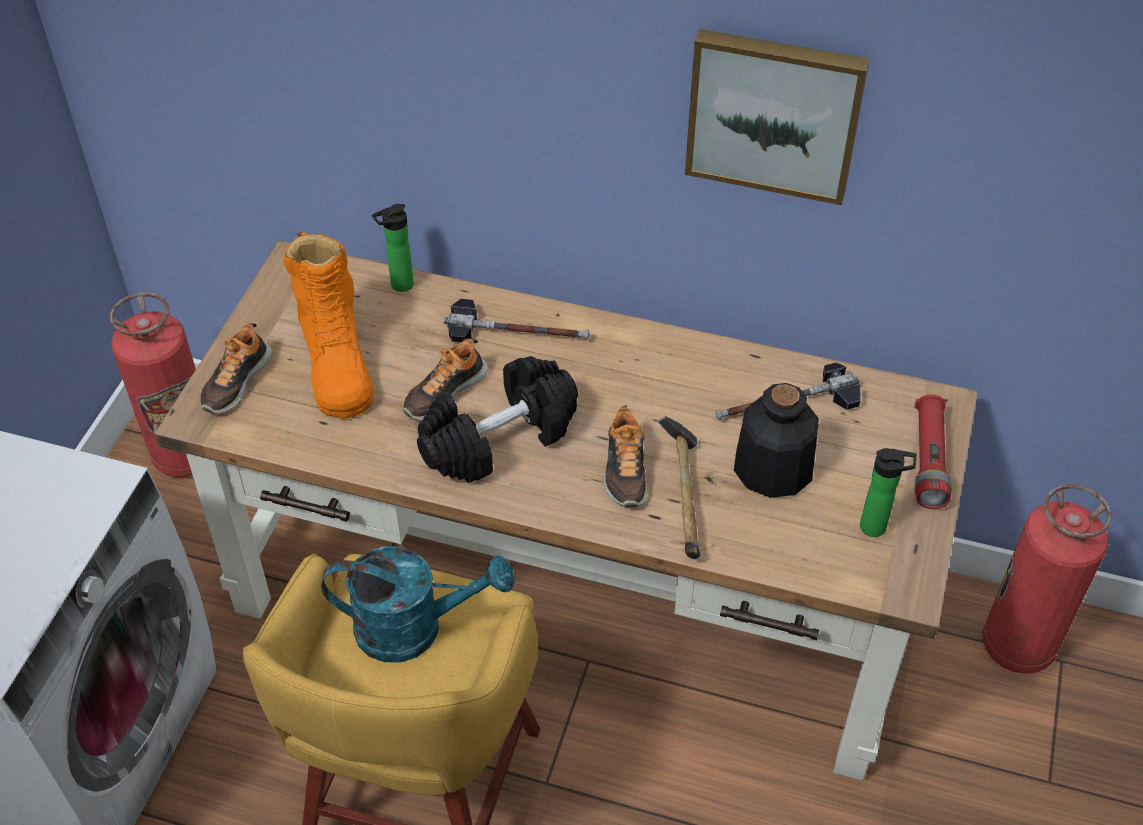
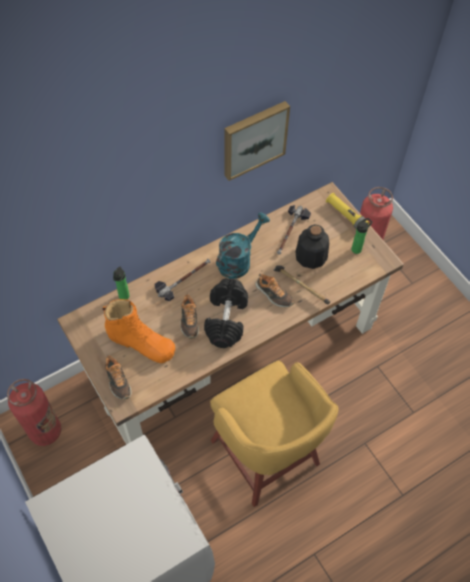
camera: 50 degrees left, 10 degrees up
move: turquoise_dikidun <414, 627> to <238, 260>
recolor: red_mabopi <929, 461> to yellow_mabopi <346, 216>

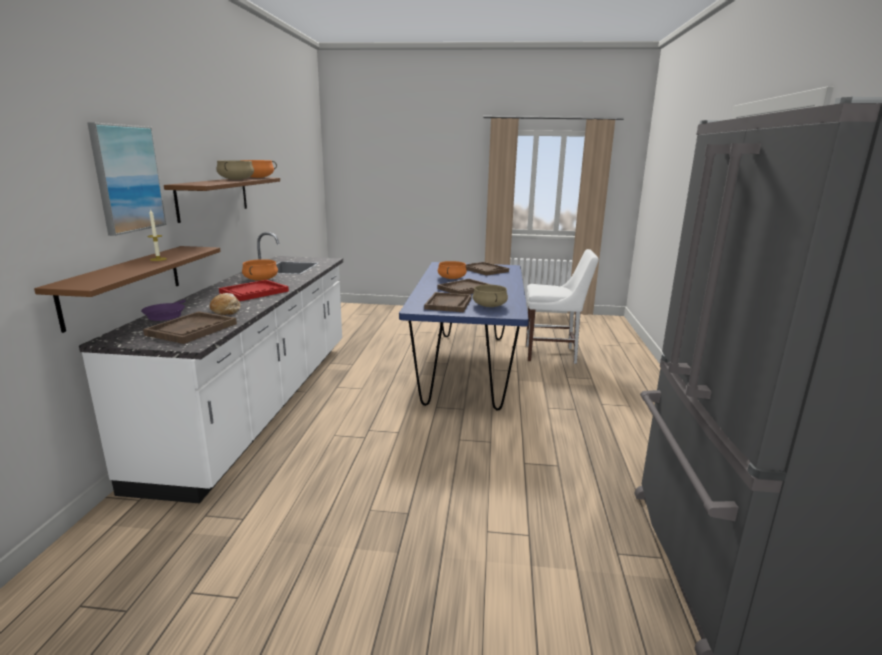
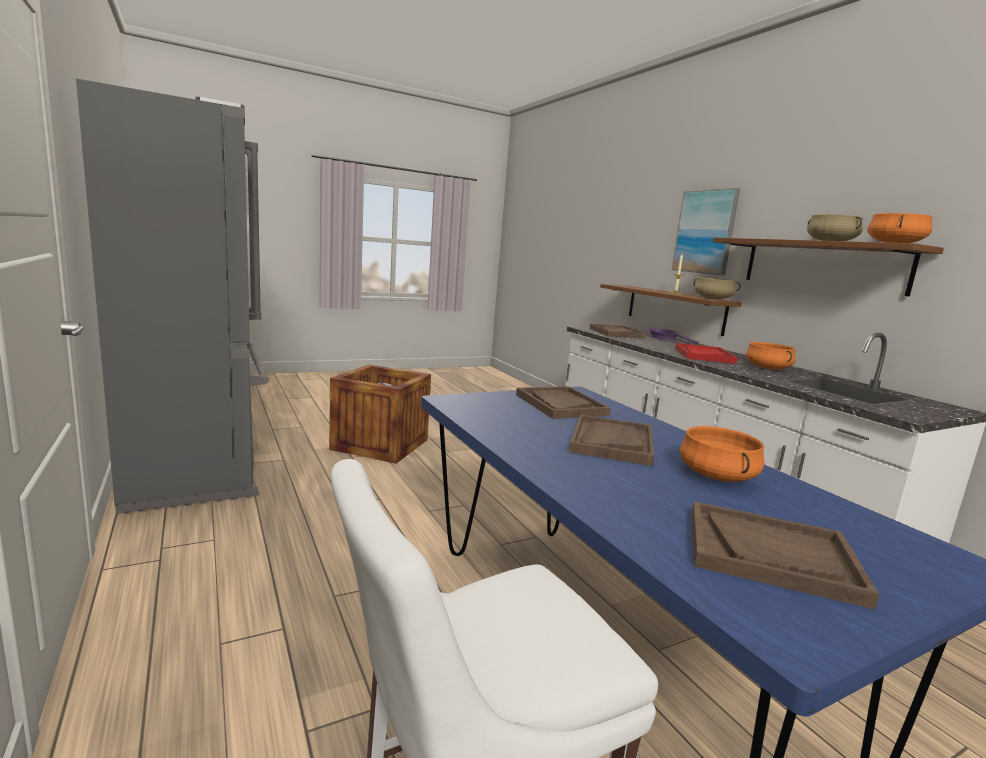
camera: 145 degrees right, 5 degrees down
delete: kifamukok <226, 310>
insert: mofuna <380, 444>
move: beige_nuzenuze <489, 305> to <713, 299>

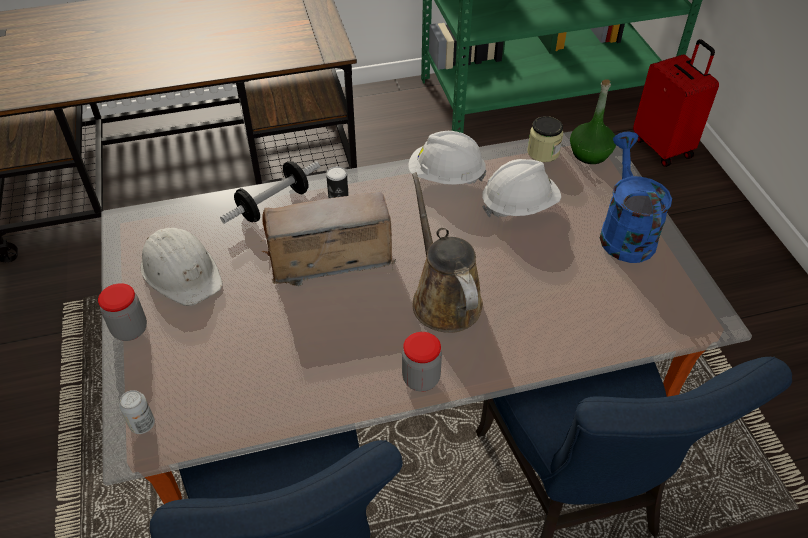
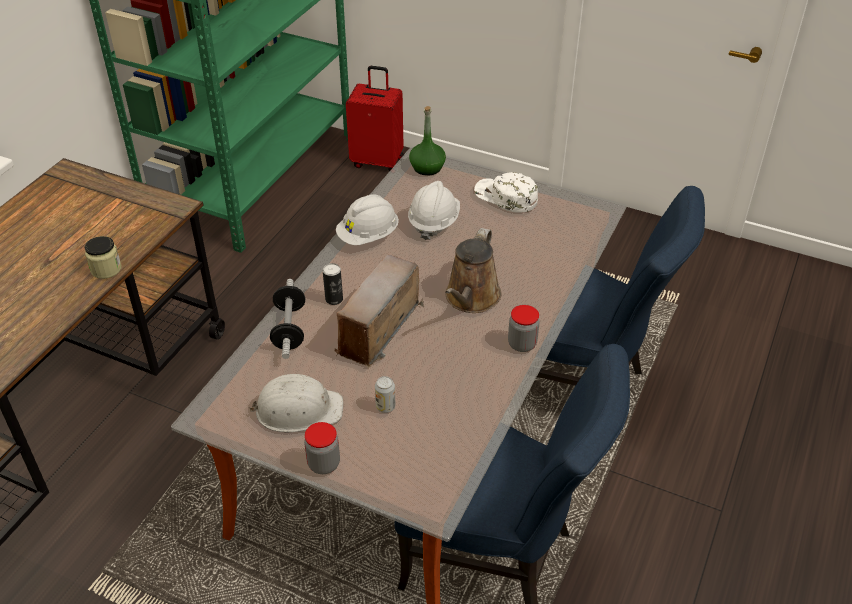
camera: 50 degrees left, 5 degrees down
move: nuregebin <543, 152> to <106, 269>; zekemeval <142, 424> to <385, 406>
replace: blue_dikidun <624, 231> to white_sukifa <505, 197>
rotate: brown_dikidun <443, 298> = <471, 298> 90 degrees counterclockwise

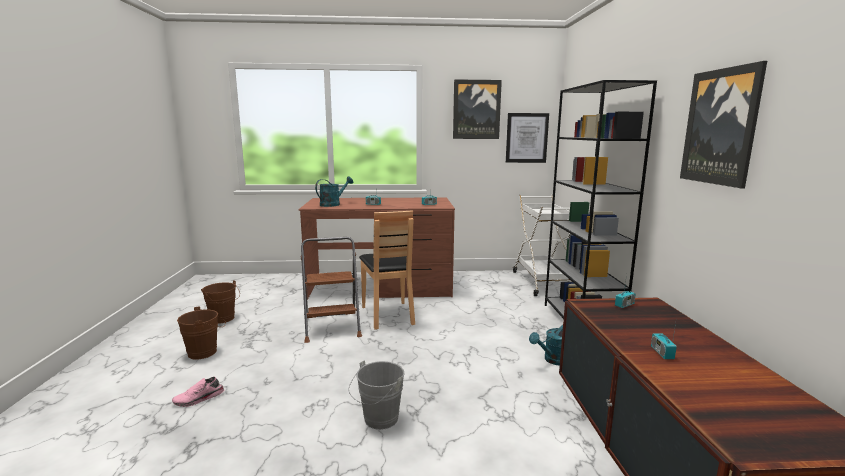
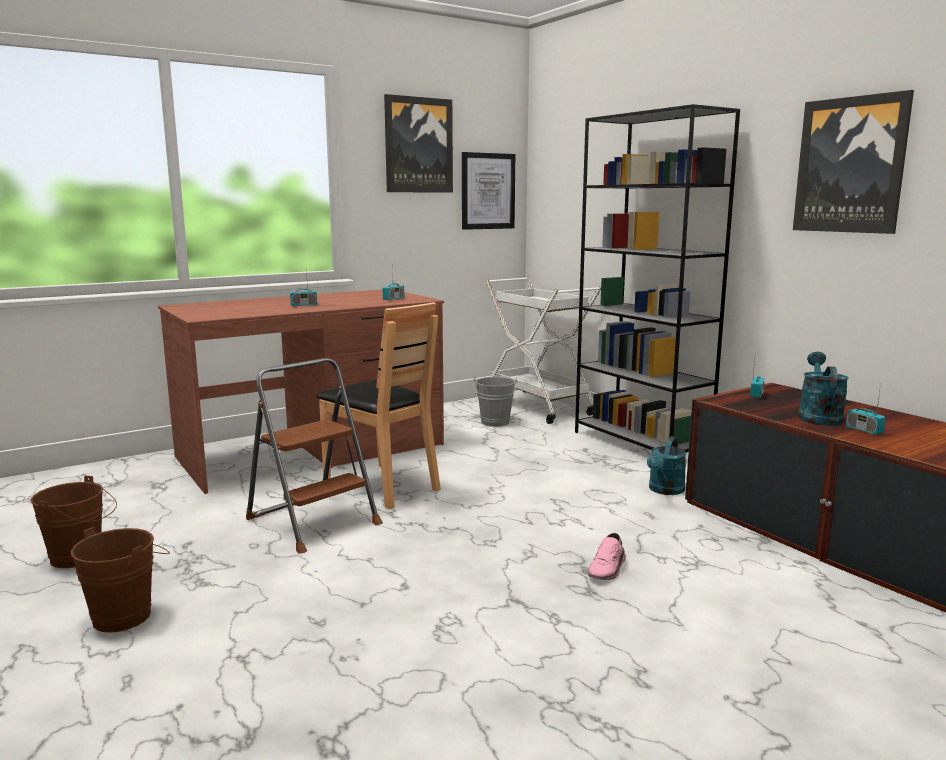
camera: 30 degrees left, 0 degrees up
move: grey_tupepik <378, 420> to <494, 423>; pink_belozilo <199, 399> to <608, 569>; turquoise_dikidun <333, 204> to <818, 416>

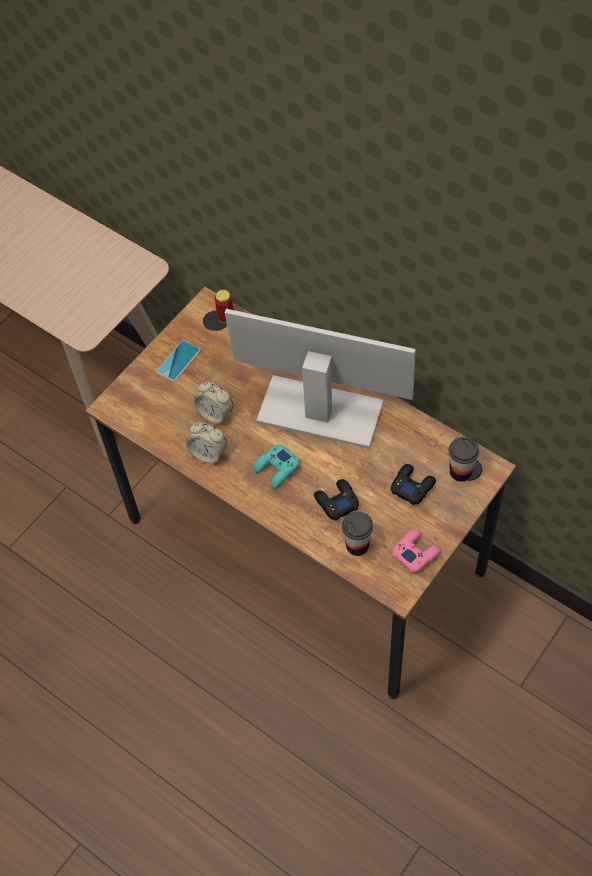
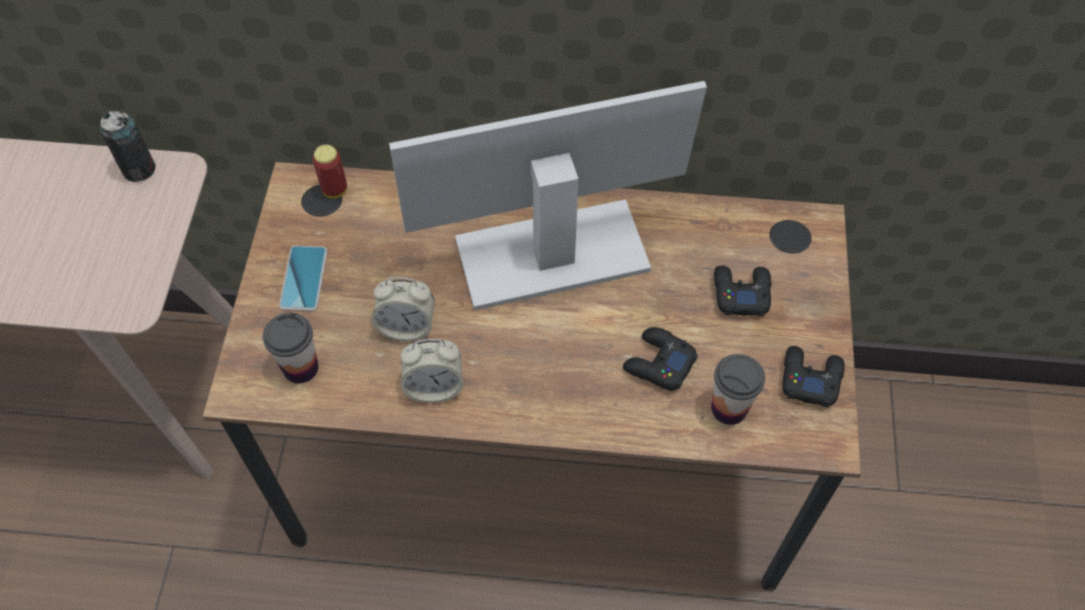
camera: 35 degrees left, 0 degrees up
delete: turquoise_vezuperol <277, 469>
insert: zekemeval <139, 169>
move: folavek <460, 471> to <300, 367>
recolor: pink_vezuperol <415, 553> to black_vezuperol <809, 378>

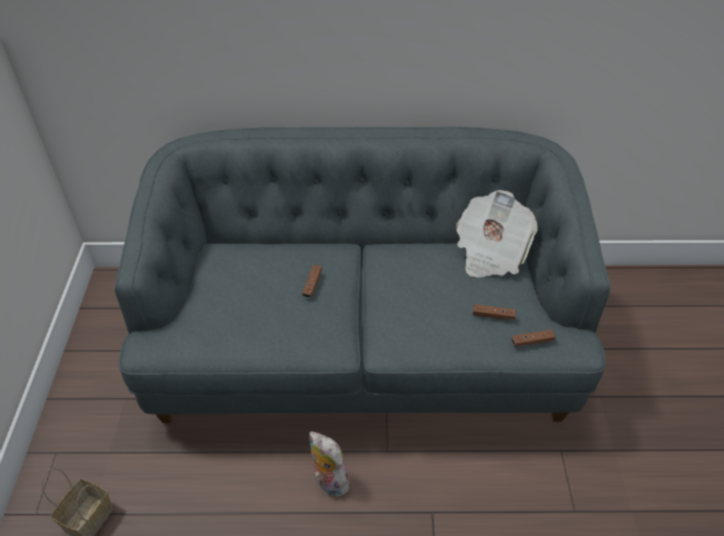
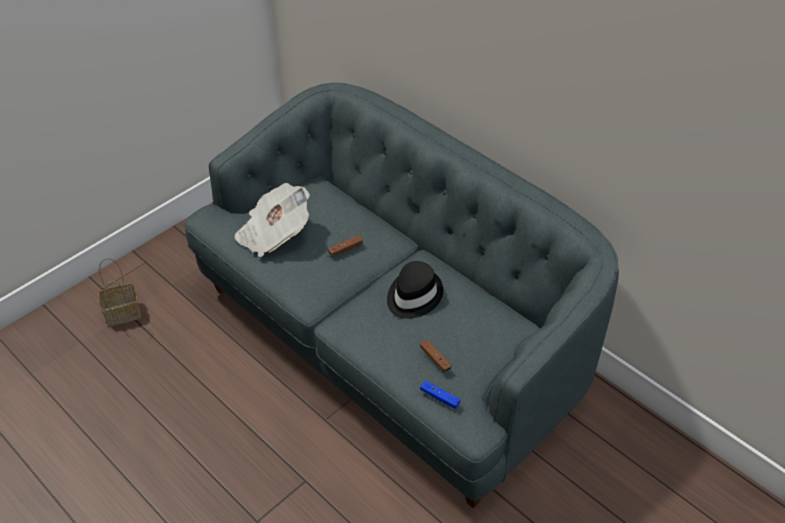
camera: 45 degrees right, 0 degrees up
delete: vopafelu <328, 481>
insert: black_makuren <413, 296>
move: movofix <490, 251> to <274, 234>
recolor: brown_vezuperol <532, 341> to blue_vezuperol <439, 398>

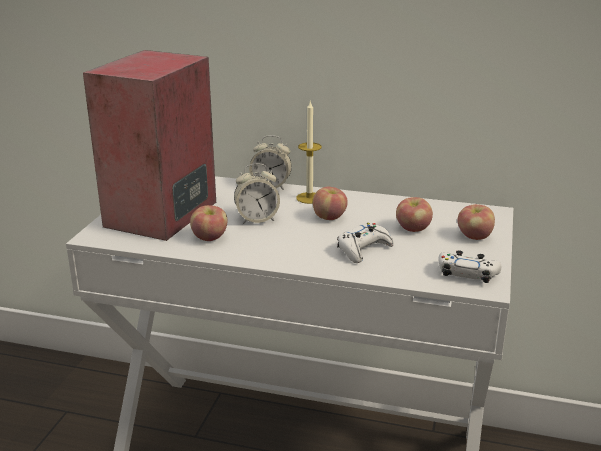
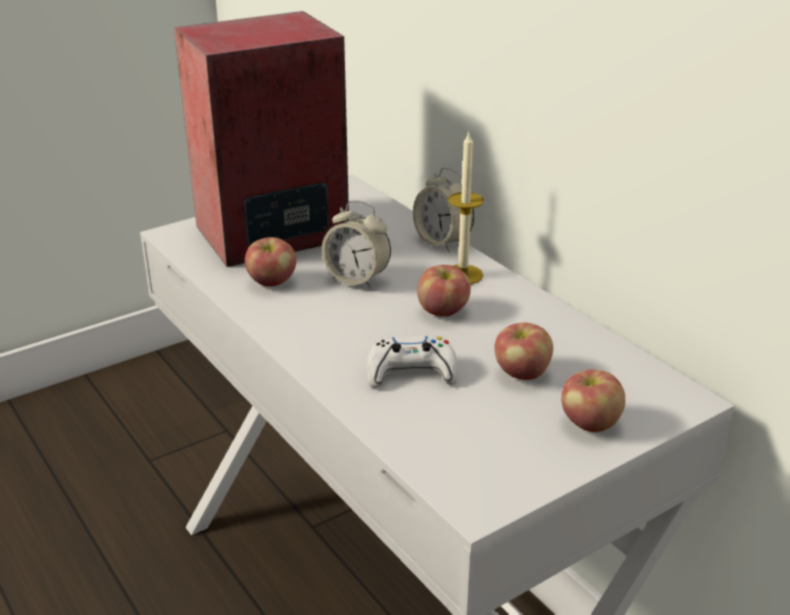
camera: 40 degrees right, 5 degrees up
delete: white_vezuperol <467, 274>

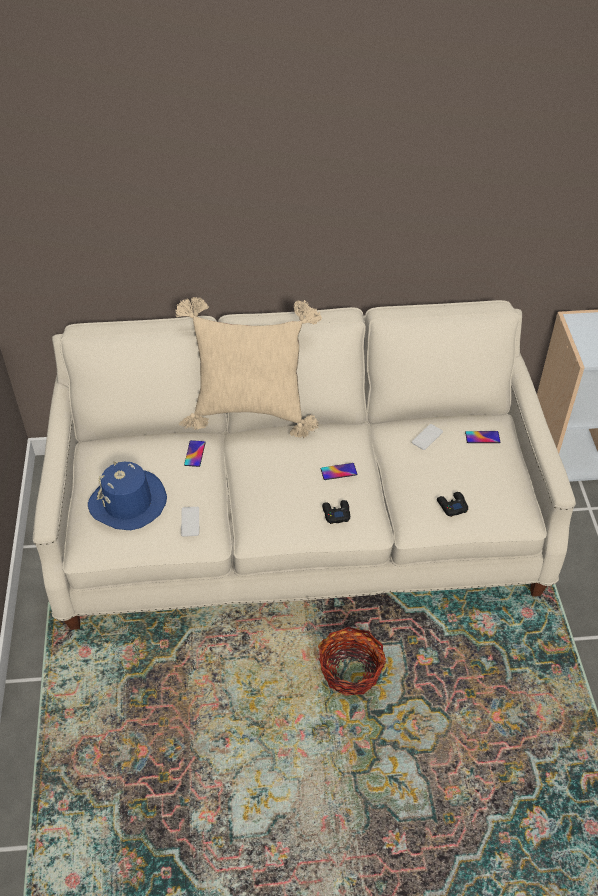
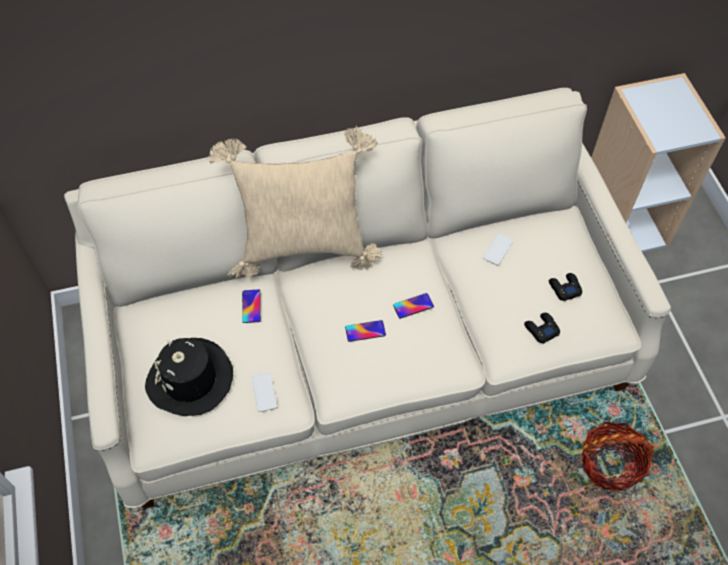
camera: 10 degrees left, 10 degrees up
move: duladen <482, 437> to <365, 331>; black_vezuperol <336, 513> to <564, 288>; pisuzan <351, 671> to <610, 464>
recolor: blue_makuren <128, 502> to black_makuren <190, 379>

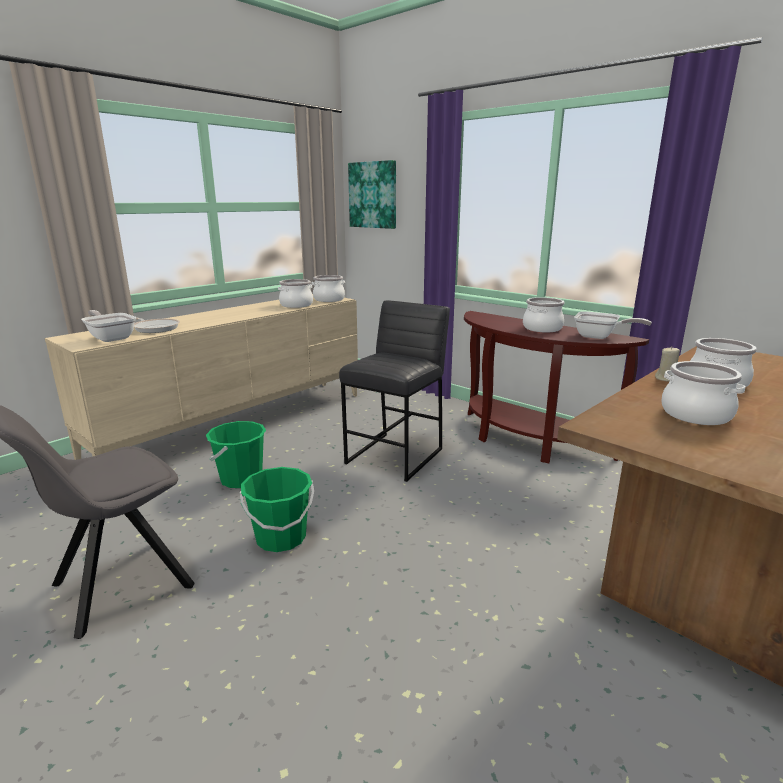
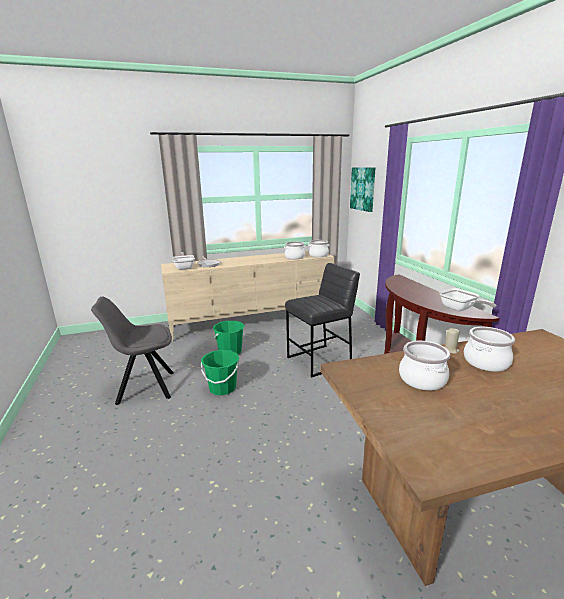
camera: 30 degrees right, 0 degrees up
delete: nuzenuze <542, 328>

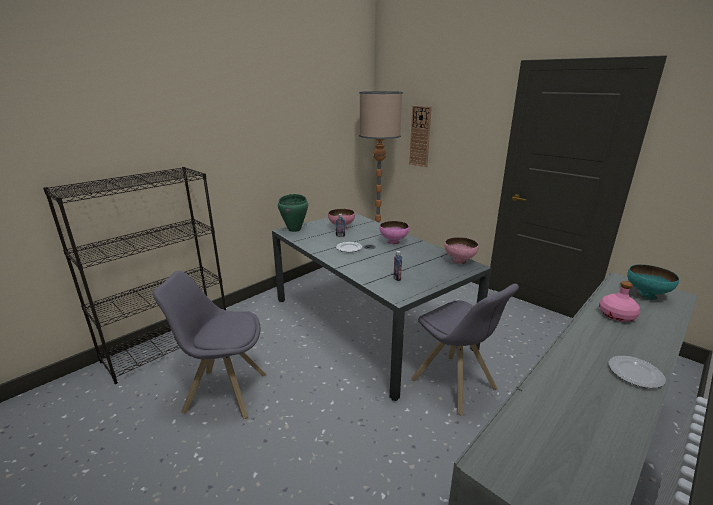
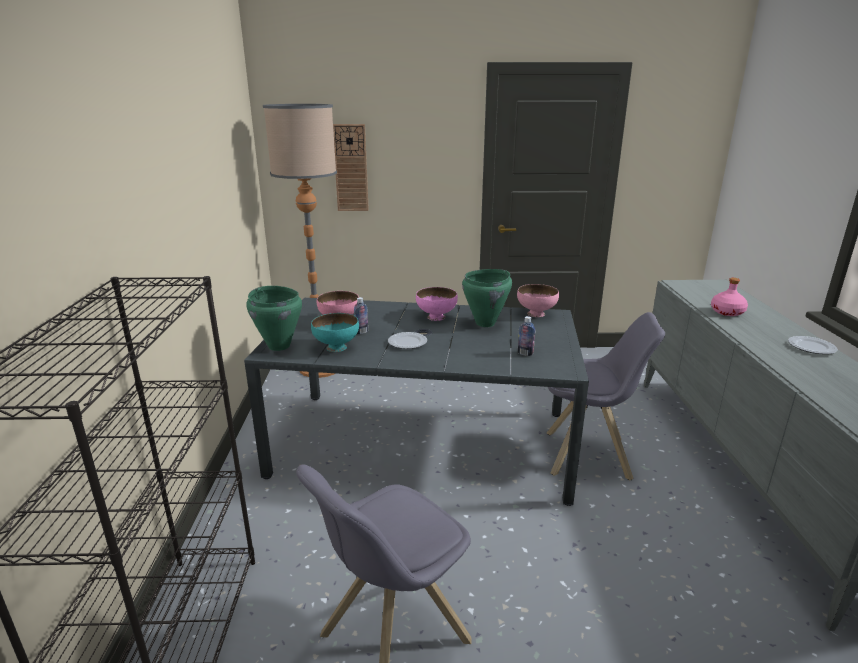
camera: 45 degrees left, 0 degrees up
insert: green_nuzenuze <486, 323>
move: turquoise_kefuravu <646, 295> to <337, 347>

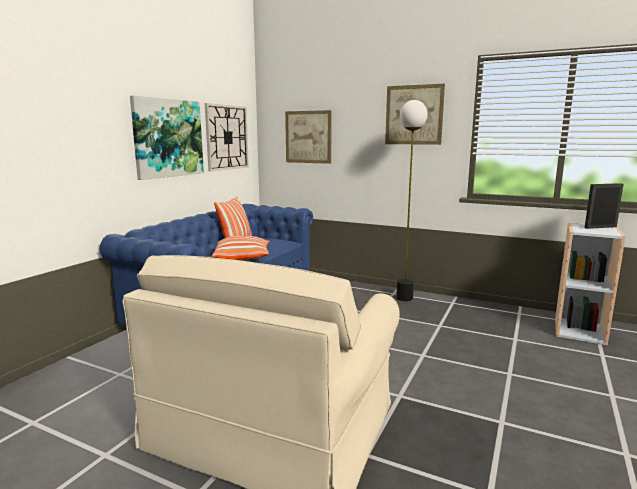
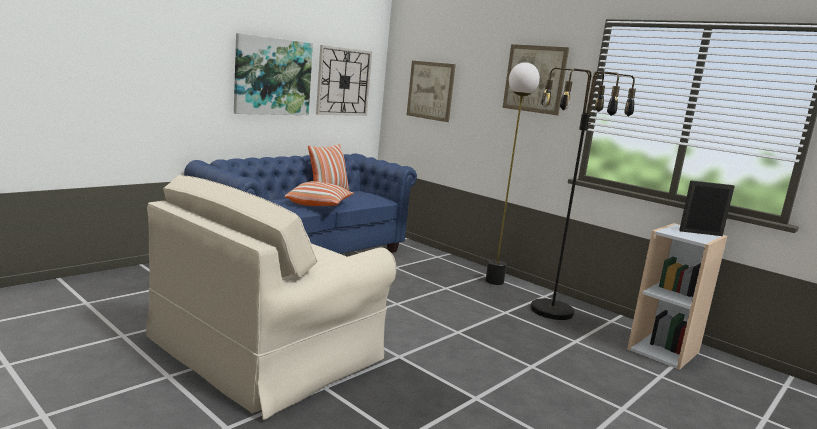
camera: 15 degrees right, 0 degrees up
insert: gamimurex <552, 311>

